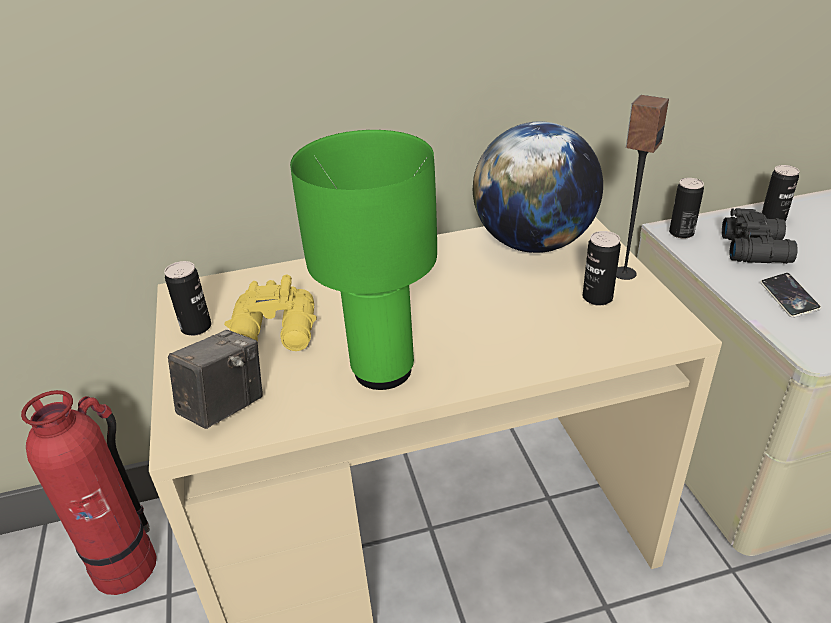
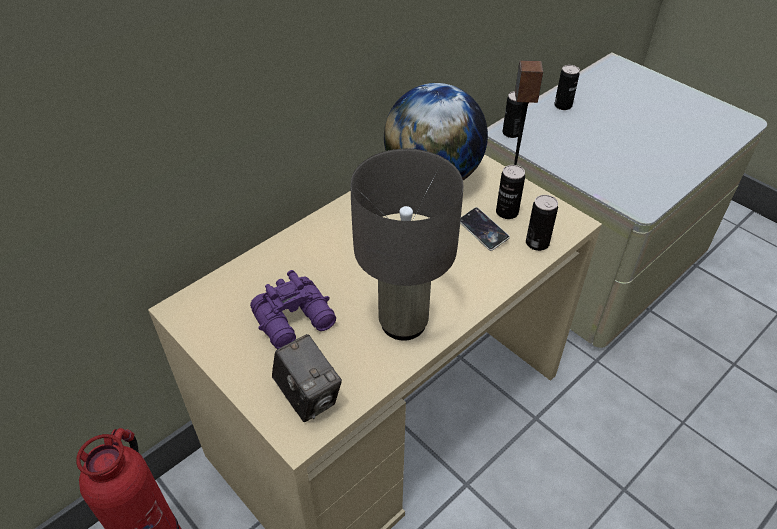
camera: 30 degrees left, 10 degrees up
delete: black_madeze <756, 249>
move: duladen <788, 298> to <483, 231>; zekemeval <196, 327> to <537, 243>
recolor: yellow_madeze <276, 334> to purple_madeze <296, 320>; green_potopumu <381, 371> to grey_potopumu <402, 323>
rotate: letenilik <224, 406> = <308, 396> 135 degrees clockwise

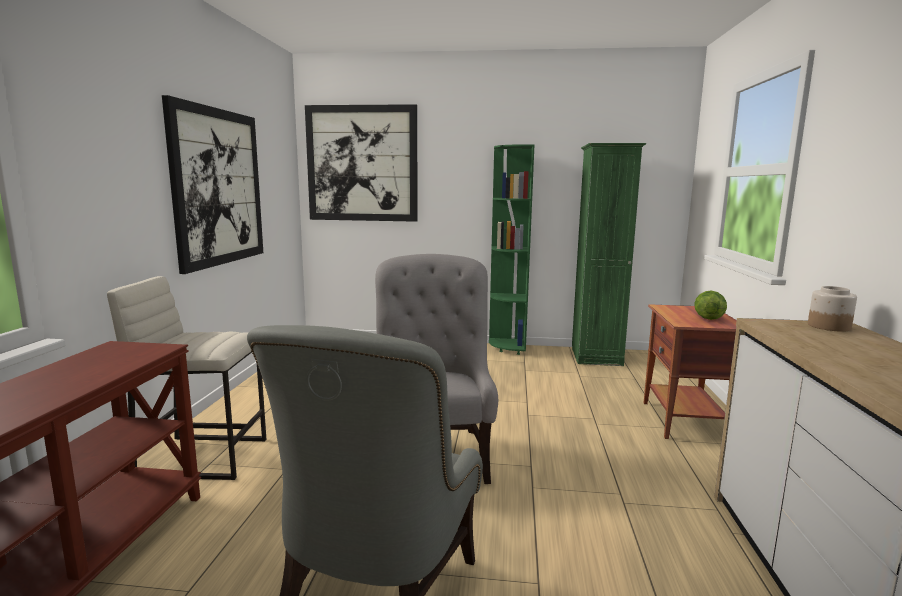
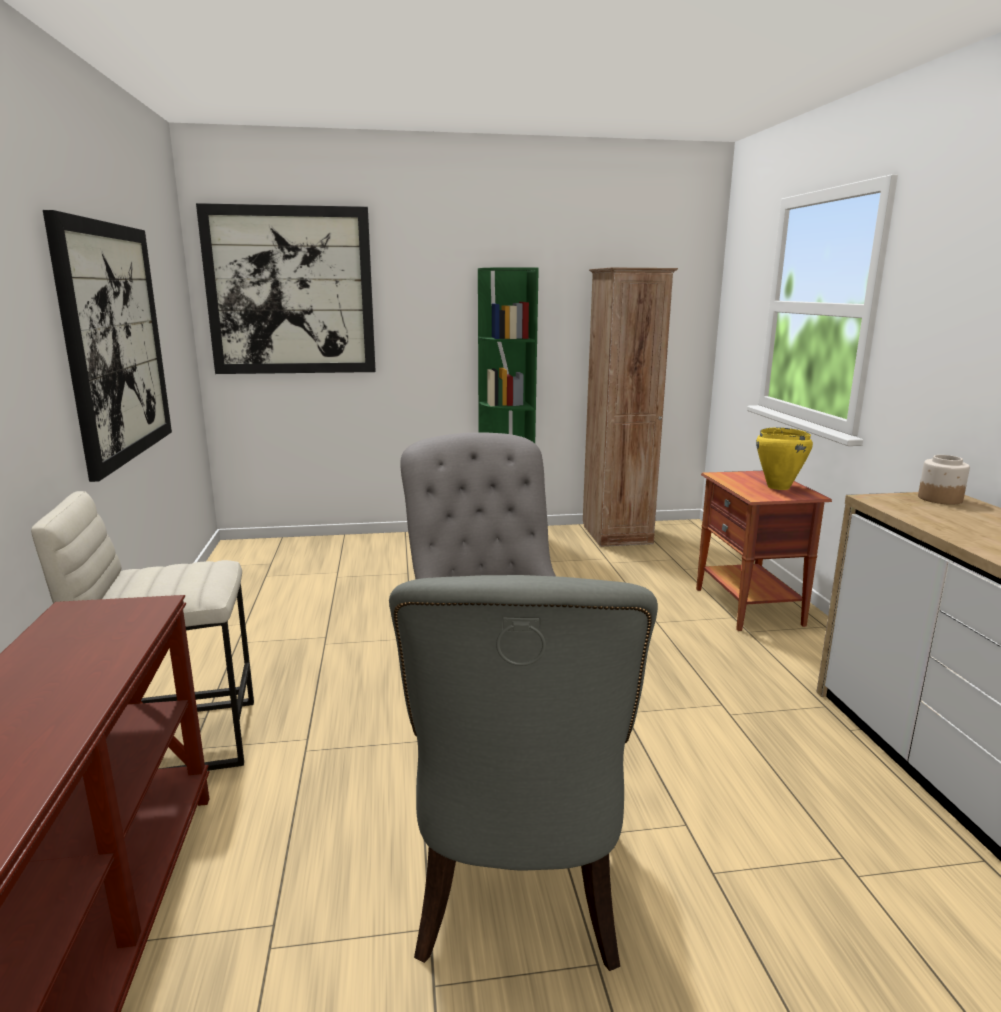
camera: 15 degrees left, 5 degrees up
replace: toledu <708, 318> to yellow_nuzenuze <778, 487>
recolor: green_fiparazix <597, 356> to brown_fiparazix <617, 534>

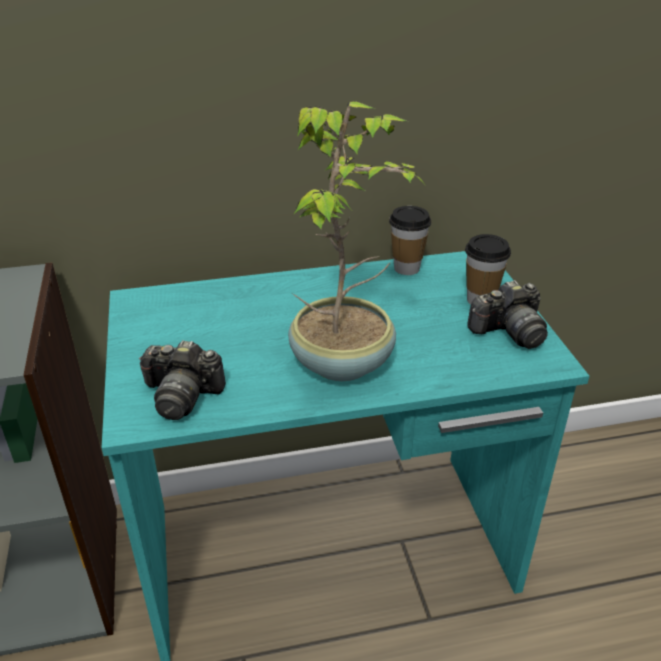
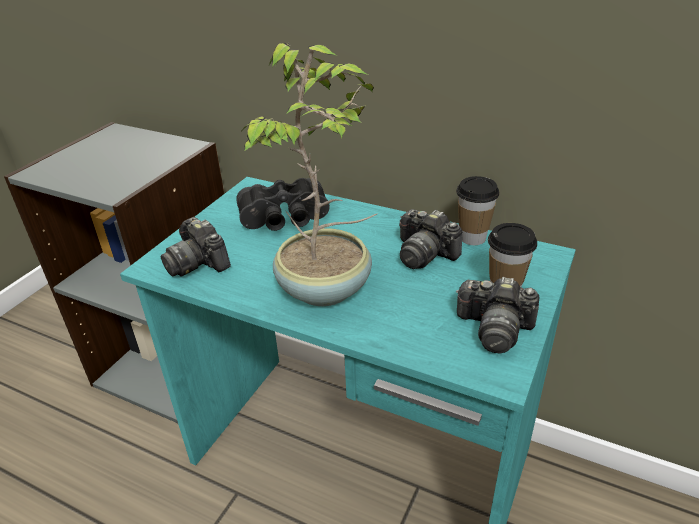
camera: 40 degrees right, 0 degrees up
insert: black_madeze <285, 219>; letenilik <424, 254>

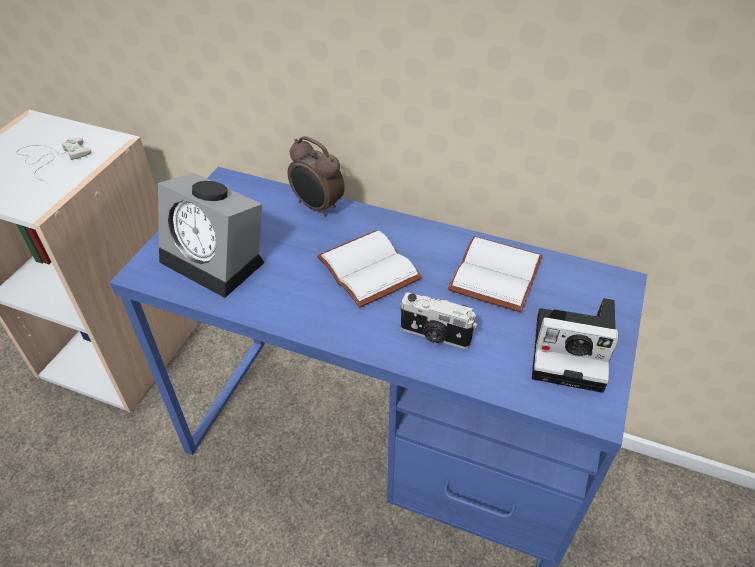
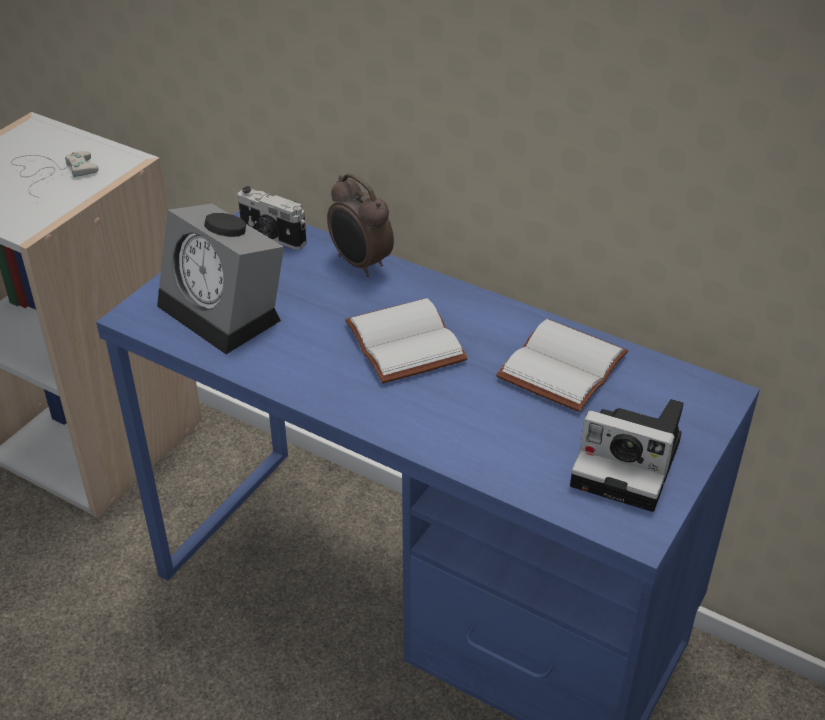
camera: 10 degrees right, 5 degrees down
move: letenilik <435, 336> to <272, 237>

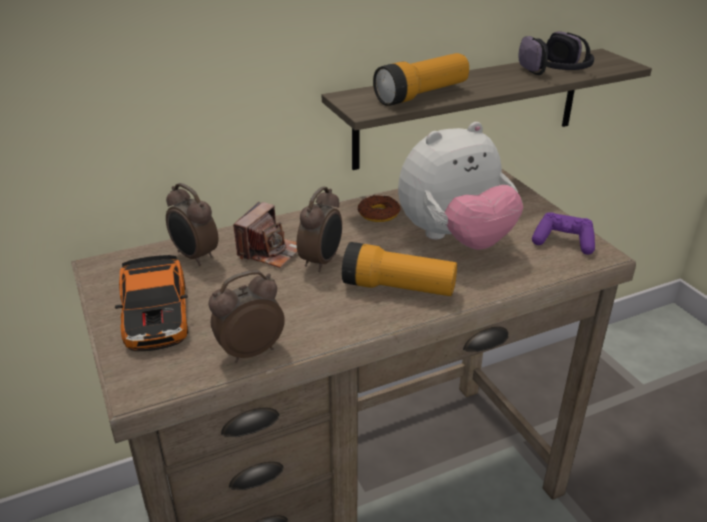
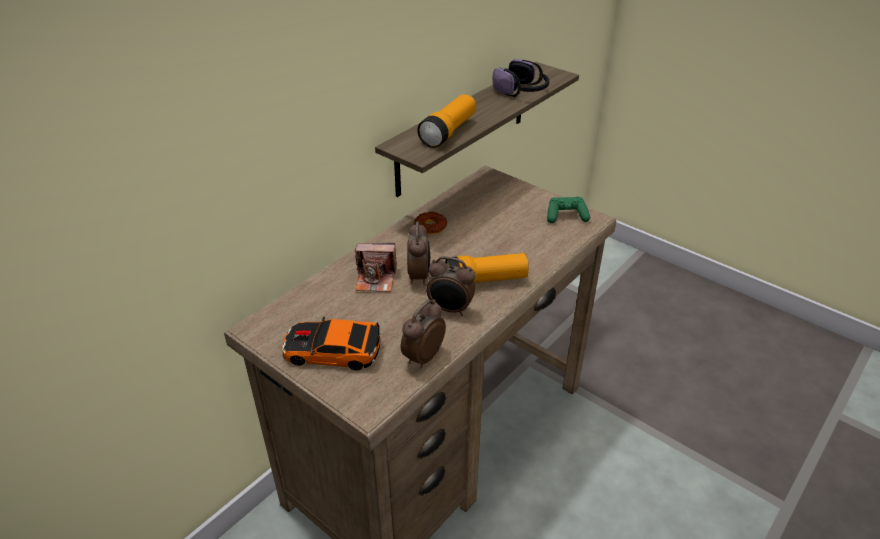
camera: 25 degrees left, 5 degrees up
delete: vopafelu <455, 239>
move: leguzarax <194, 257> to <450, 309>
recolor: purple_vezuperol <563, 242> to green_vezuperol <566, 216>
rotate: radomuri <156, 313> = <332, 351> 135 degrees clockwise; letenilik <270, 251> = <376, 279> 90 degrees clockwise

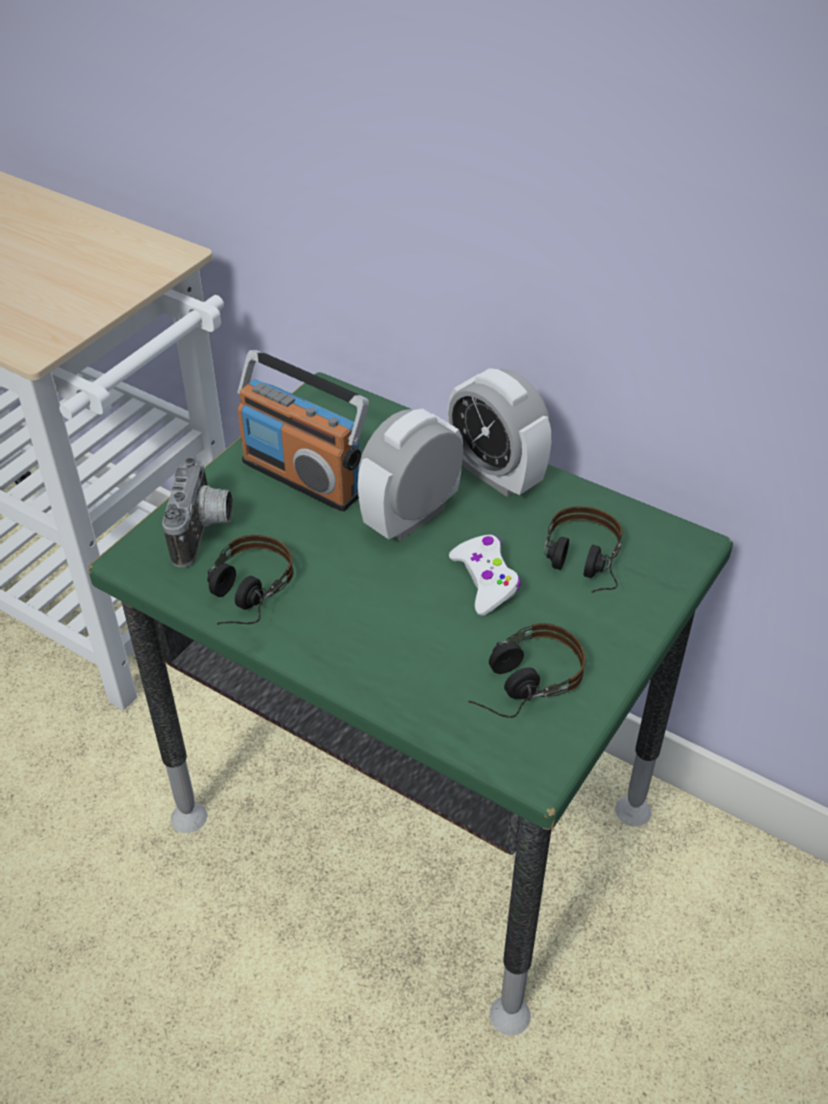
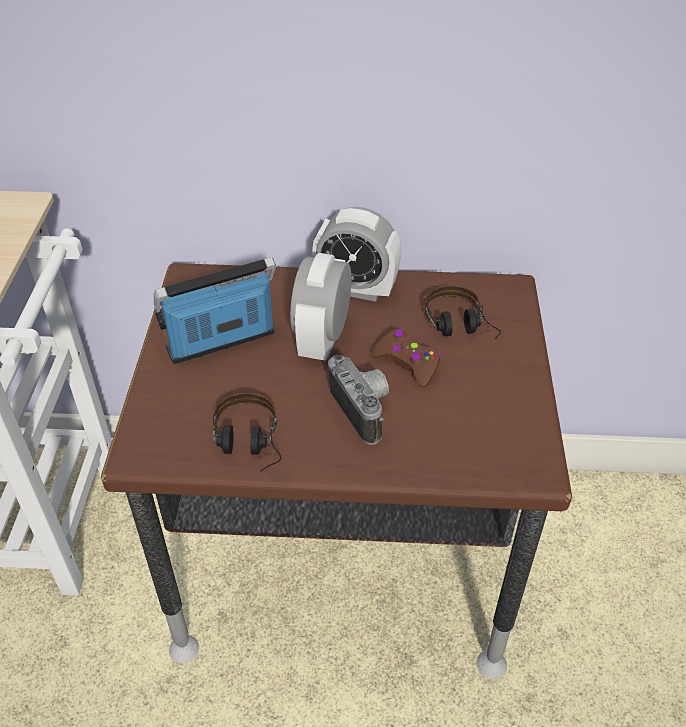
camera: 30 degrees left, 0 degrees up
delete: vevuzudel <518, 685>
move: letenilik <204, 531> to <364, 410>
recolor: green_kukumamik <414, 812> to brown_kukumamik <343, 563>; white_vezuperol <485, 580> to brown_vezuperol <407, 363>
rotate: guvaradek <303, 476> = <221, 342> 150 degrees clockwise

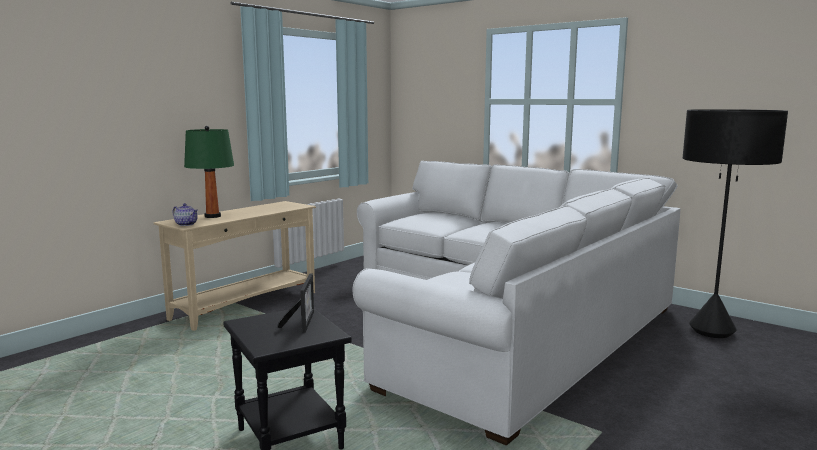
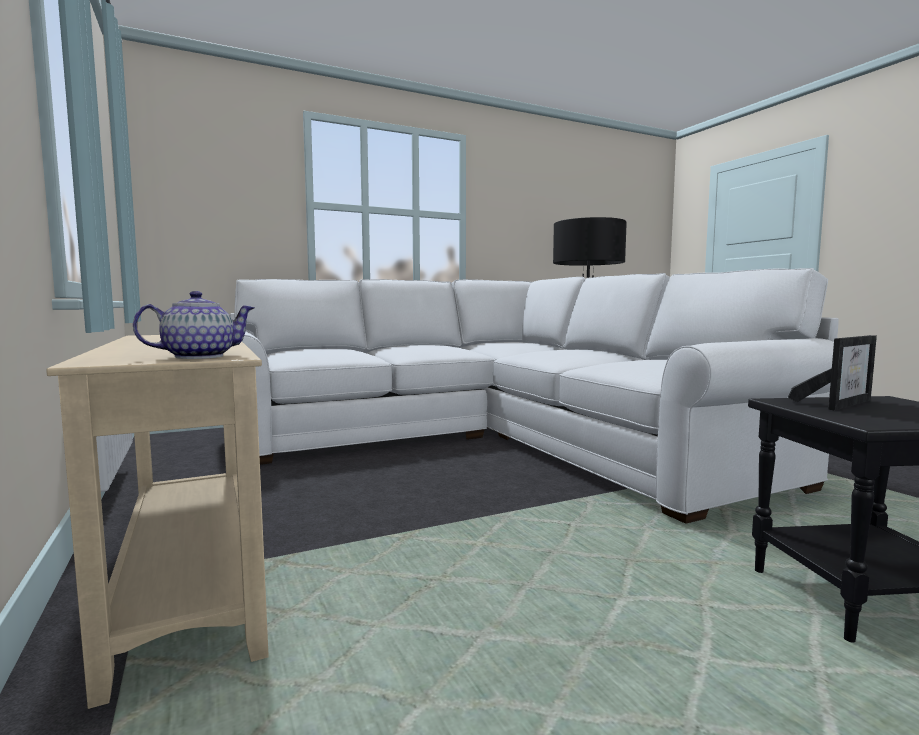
camera: 65 degrees left, 5 degrees down
delete: green_potopumu <212, 216>
rotate: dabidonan <302, 321> = <840, 403> 120 degrees clockwise

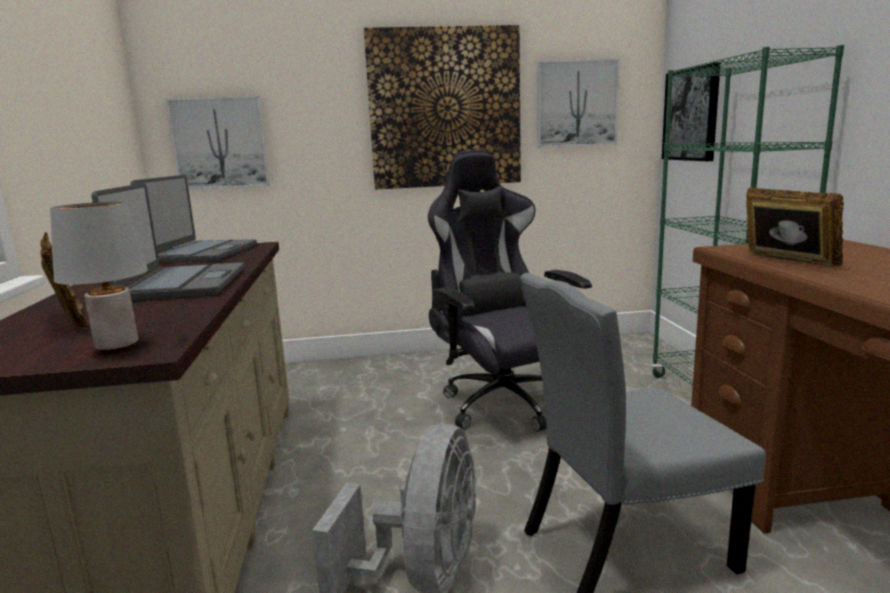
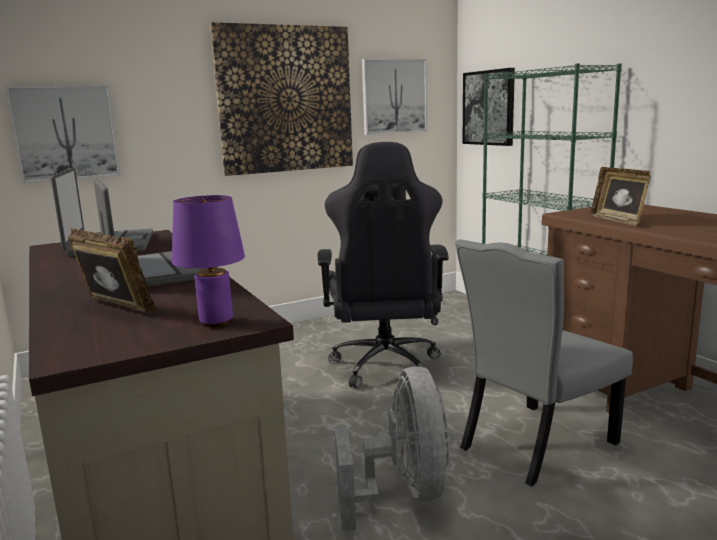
camera: 20 degrees left, 0 degrees up
recolor: grey_potopumu <116, 348> to purple_potopumu <216, 322>
rotate: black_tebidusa <509, 408> = <384, 363> 135 degrees counterclockwise; dabidonan <786, 262> = <618, 220> 150 degrees counterclockwise

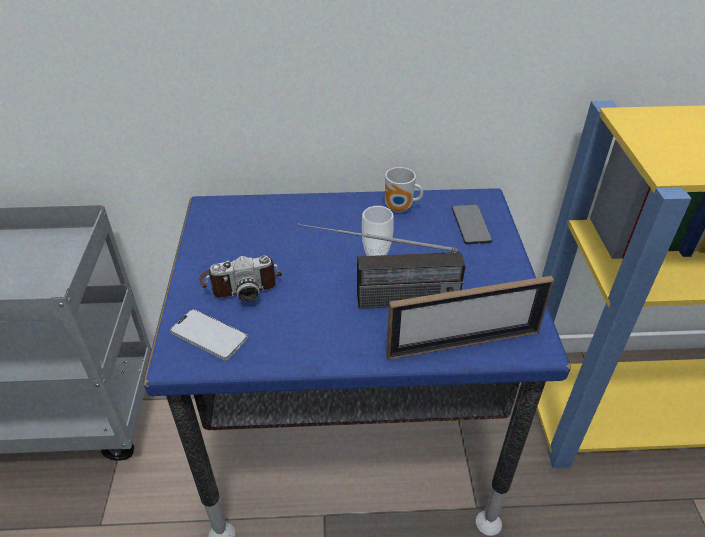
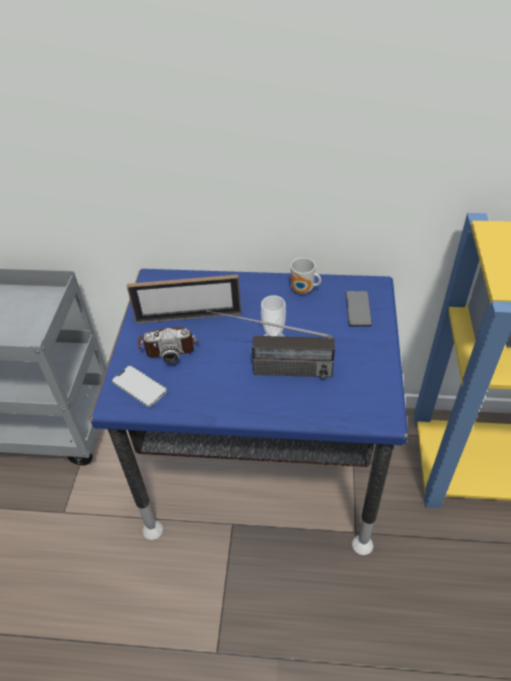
camera: 10 degrees right, 5 degrees up
move: dabidonan <463, 343> to <188, 317>

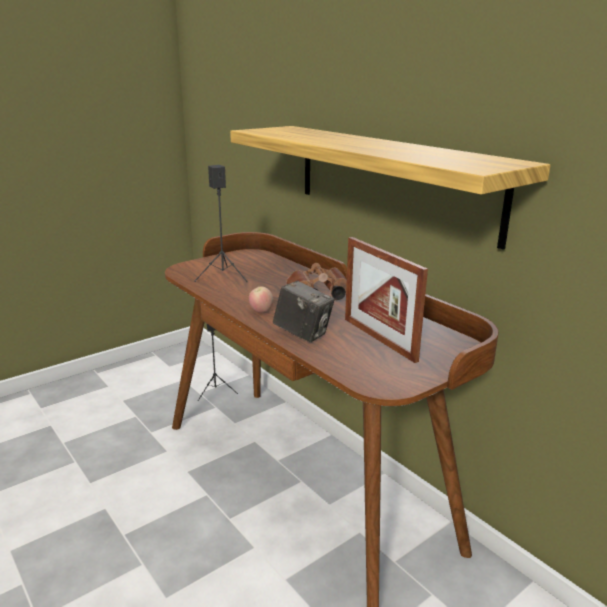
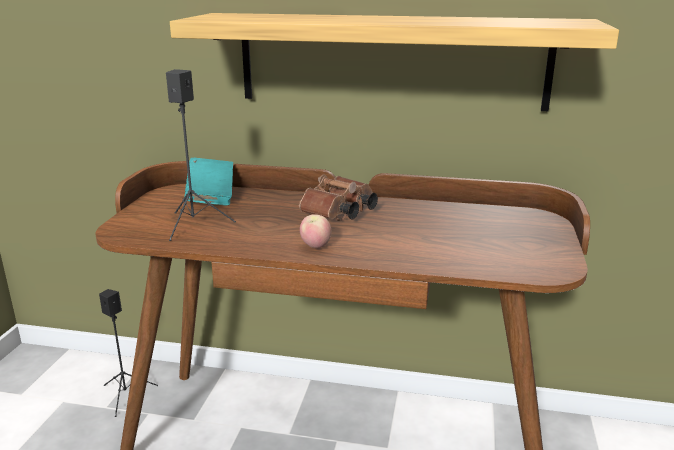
camera: 40 degrees left, 0 degrees up
delete: letenilik <303, 334>; dabidonan <379, 339>
insert: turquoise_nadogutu <211, 197>

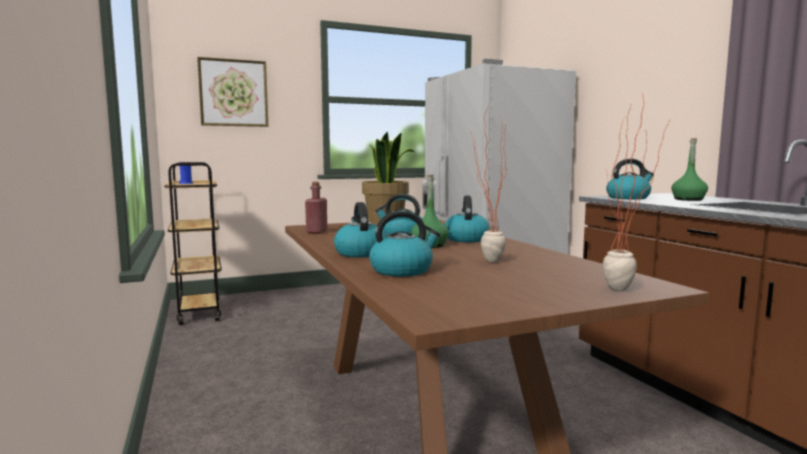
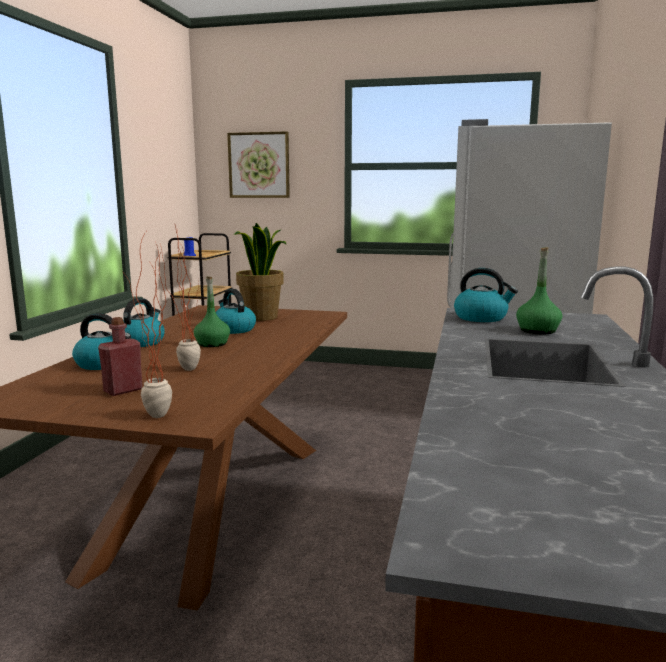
camera: 35 degrees right, 5 degrees up
delete: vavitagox <466, 239>
move: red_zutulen <317, 232> to <123, 390>

